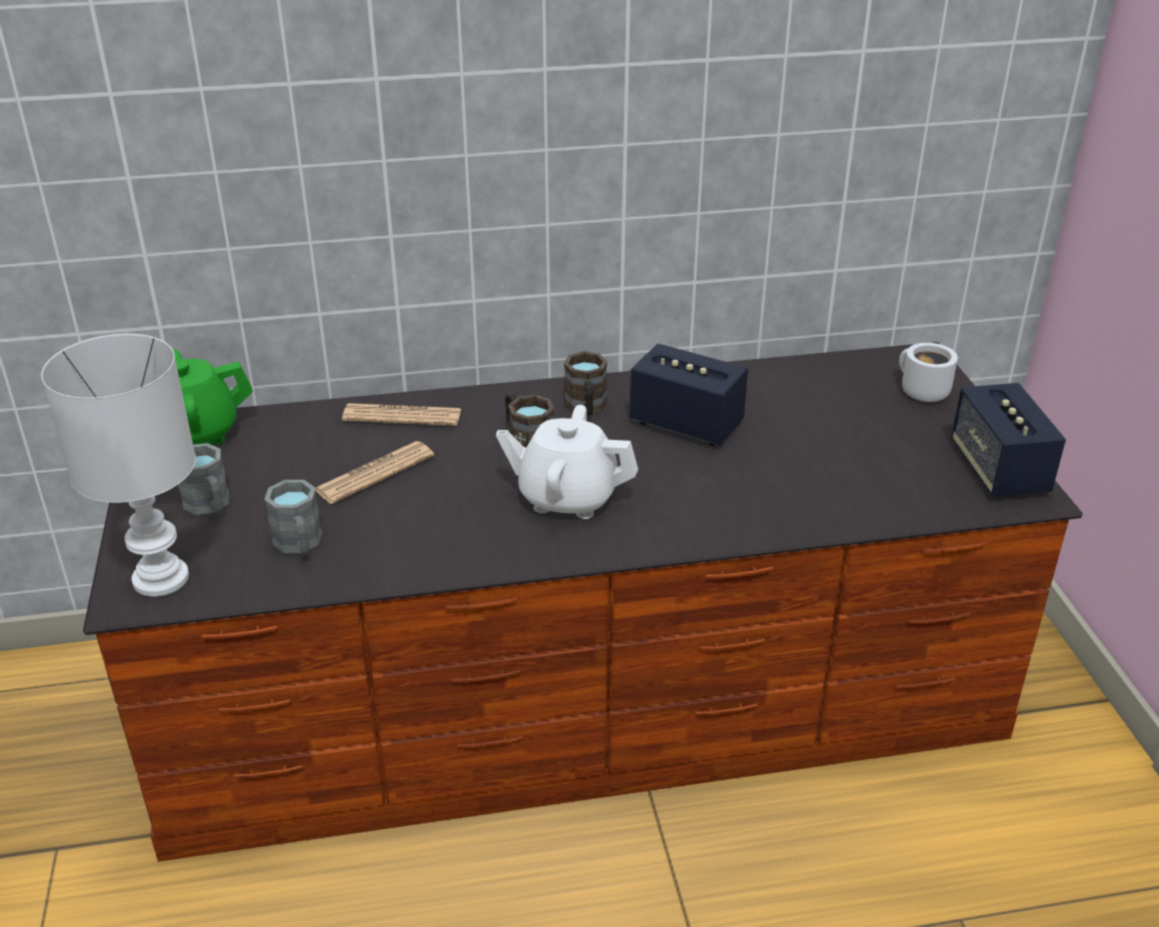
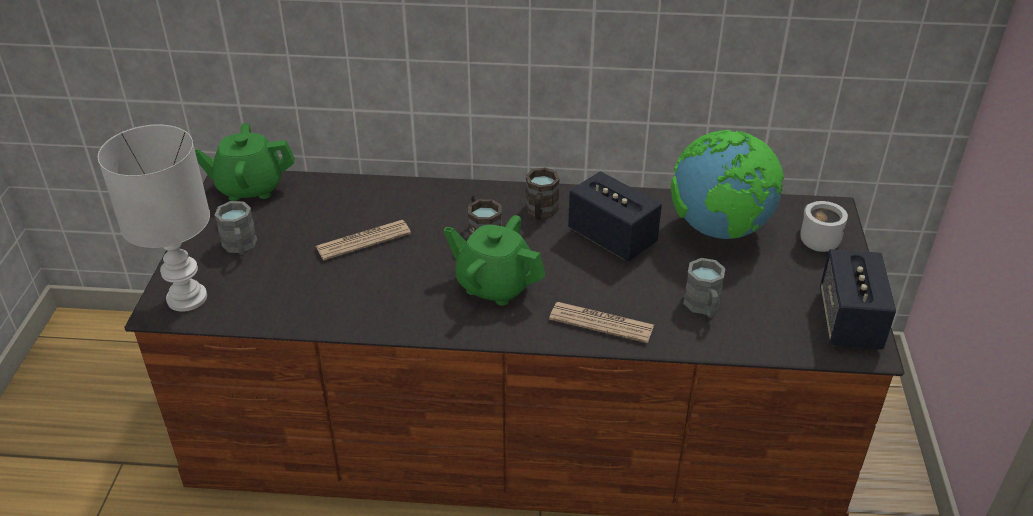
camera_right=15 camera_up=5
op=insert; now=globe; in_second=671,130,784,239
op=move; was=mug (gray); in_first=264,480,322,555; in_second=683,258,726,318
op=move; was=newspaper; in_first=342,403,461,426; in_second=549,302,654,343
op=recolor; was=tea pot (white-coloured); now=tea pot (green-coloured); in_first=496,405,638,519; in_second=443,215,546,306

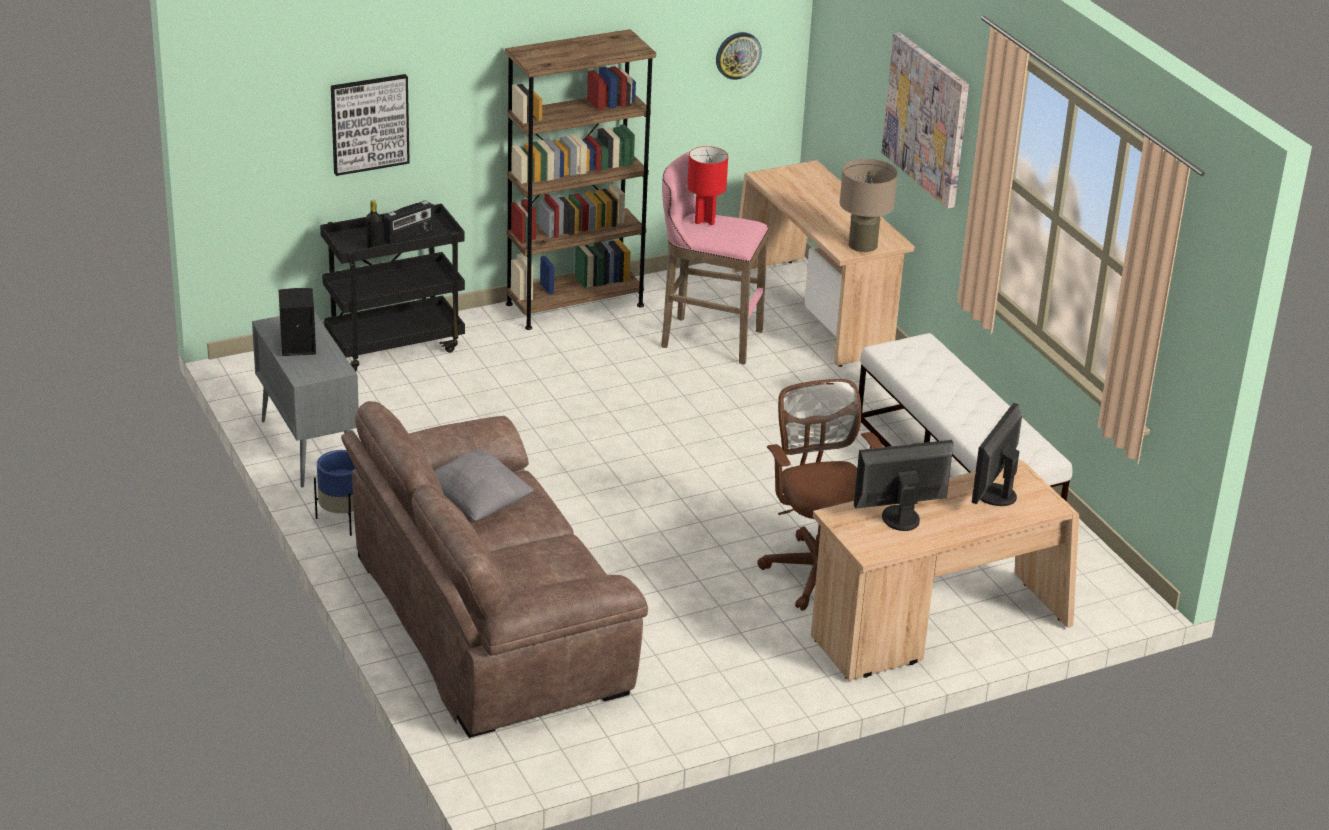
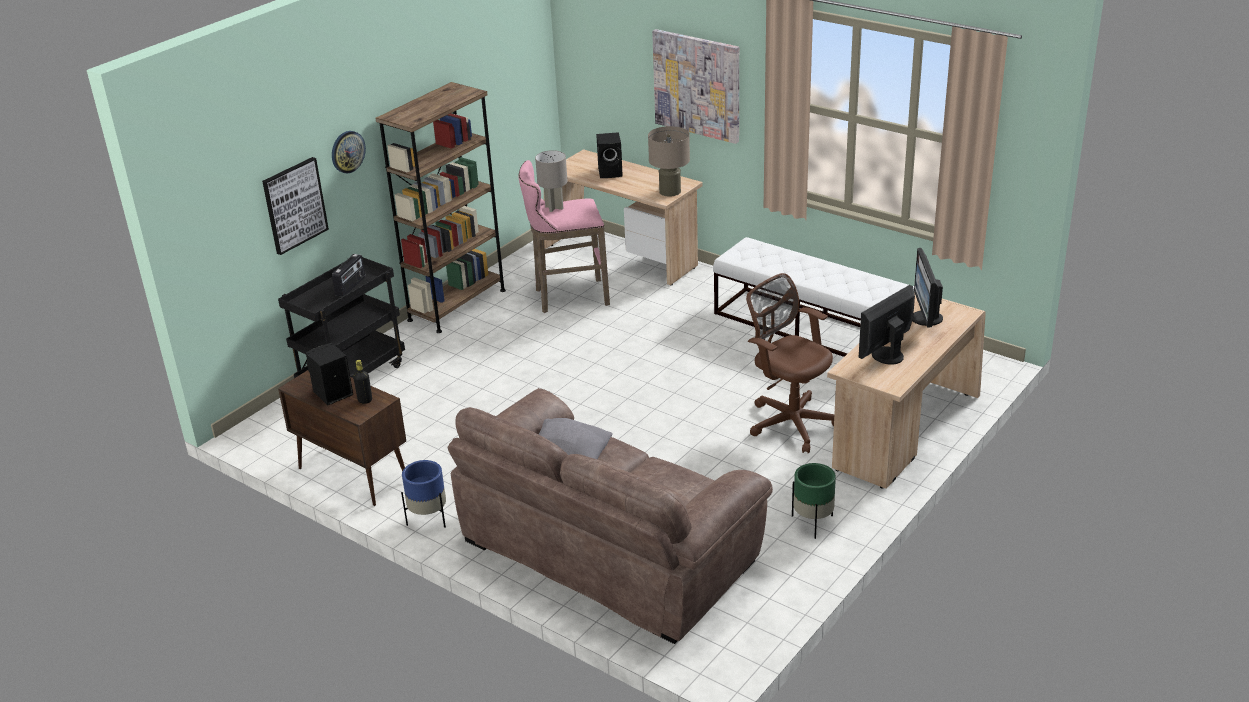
camera_right=-25 camera_up=0
op=insert; now=speaker (blackish); in_second=596,132,623,178
op=insert; now=planter (green-coloured); in_second=792,463,836,539
op=move; was=beverage bottle (blackish); in_first=366,200,382,248; in_second=353,360,372,404
op=move; was=hanging clock; in_first=716,32,762,80; in_second=332,131,366,173
op=recolor; was=storage cabinet (gray); now=storage cabinet (brown-coloured); in_first=252,311,359,488; in_second=278,370,406,506
op=recolor; was=tabletop lamp (reddish); now=tabletop lamp (gray); in_first=687,146,728,225; in_second=535,150,567,212

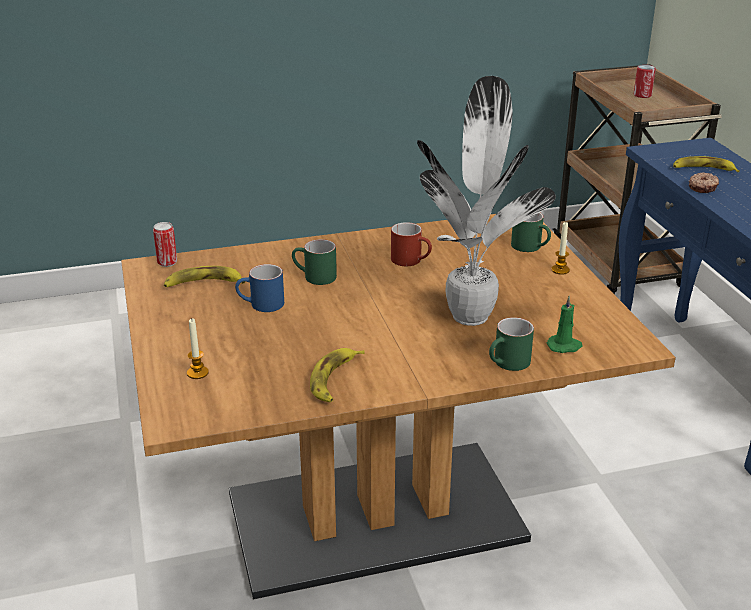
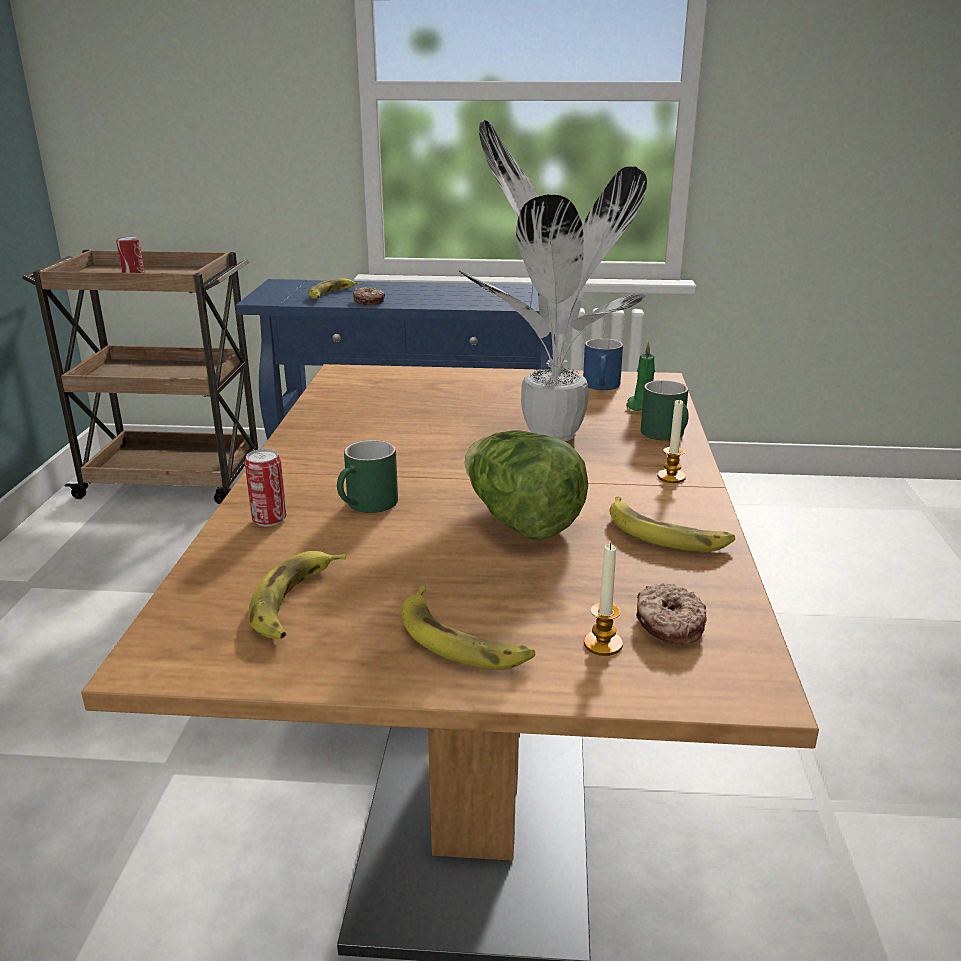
camera_right=-70 camera_up=-5
op=delete; was=mug (reddish); in_first=391,222,432,266
op=delete; was=mug (green-coloured); in_first=511,213,551,252
op=insert; now=banana fruit; in_second=401,587,535,670
op=insert; now=lettuce; in_second=465,430,588,541
op=insert; now=doughnut; in_second=636,584,707,645
op=move; was=metal can; in_first=153,222,177,267; in_second=245,449,287,526
op=move; was=mug (bluish); in_first=235,264,284,312; in_second=583,338,623,390
op=move; was=wax light; in_first=551,222,570,275; in_second=657,399,686,483

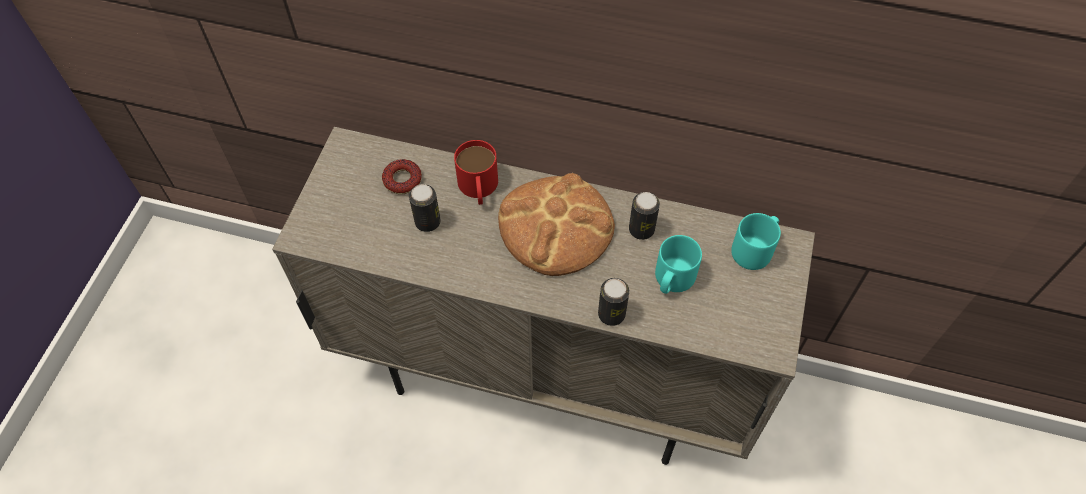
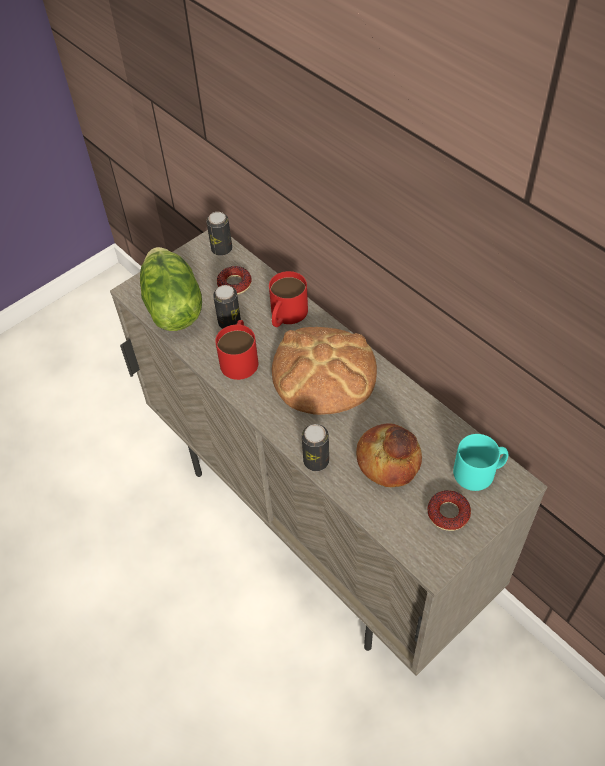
camera_right=35 camera_up=-5
op=insert; now=lettuce; in_second=140,247,202,331
op=insert; now=mug (reddish); in_second=215,320,258,380
op=insert; now=doughnut; in_second=427,490,471,531
op=move; was=metal can; in_first=629,192,660,240; in_second=206,212,232,256
op=replace; was=mug (blue-green); now=baked bread; in_first=655,235,702,294; in_second=356,423,422,487

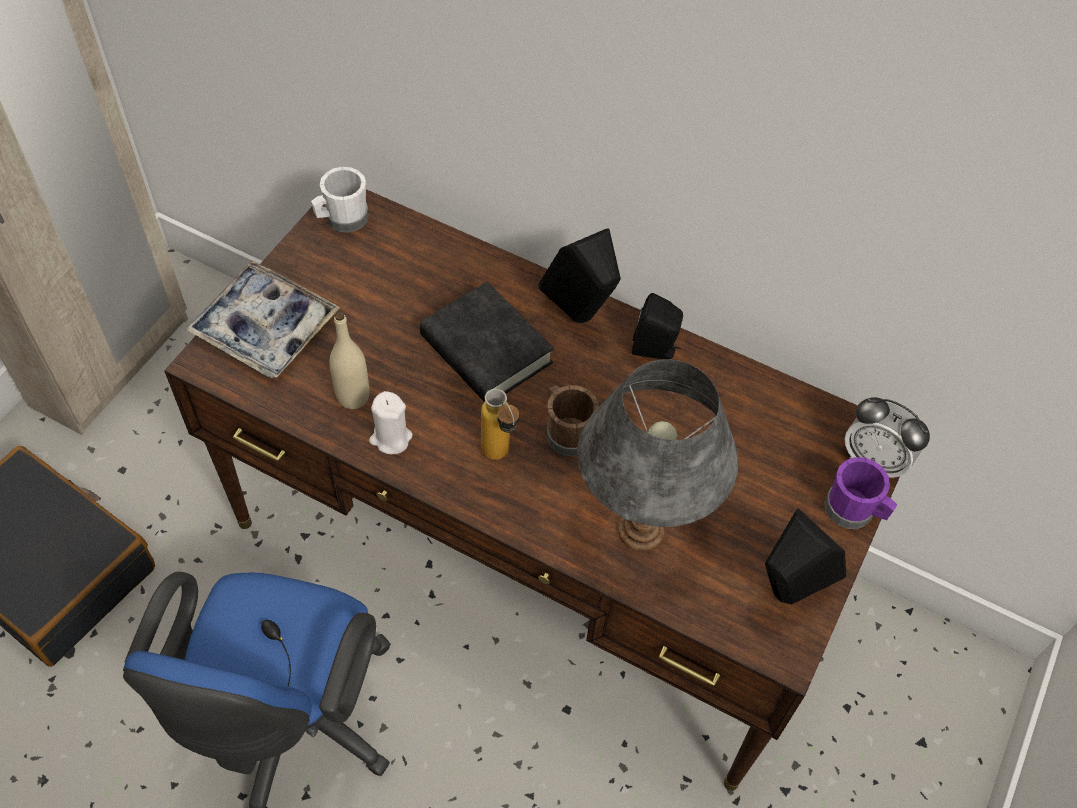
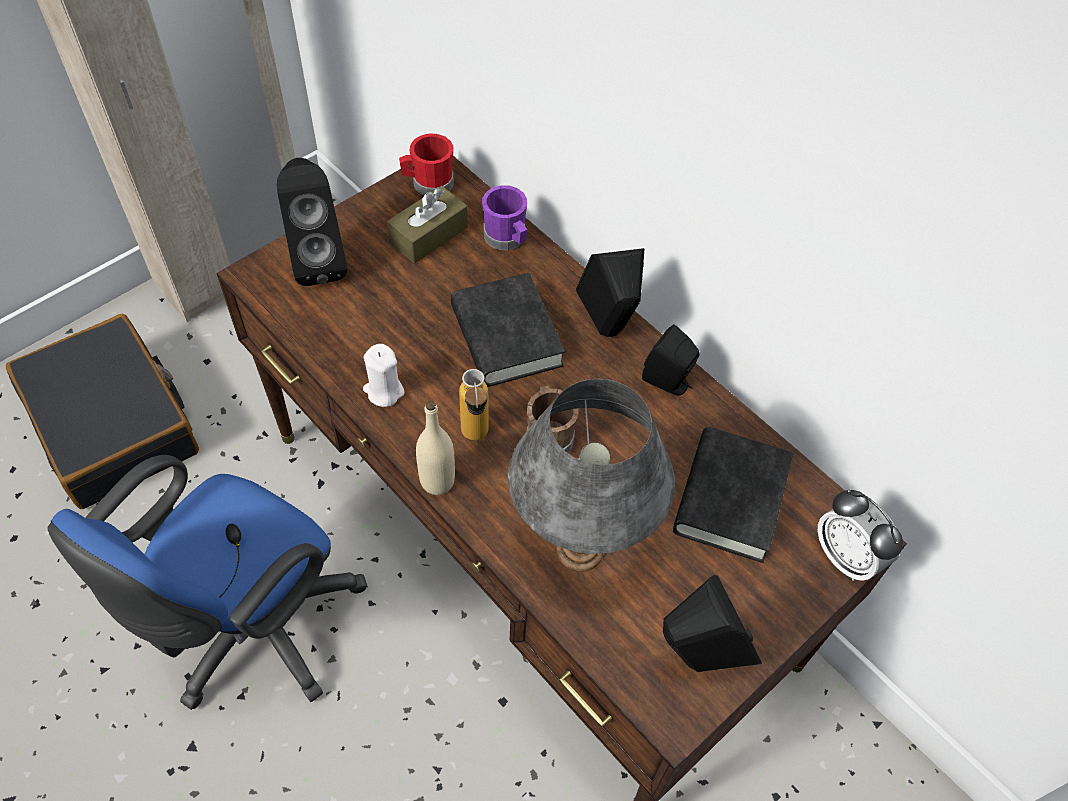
camera_right=20 camera_up=0
op=insert; now=box of tissues (brown-coloured); in_second=387,186,468,264
op=insert; now=volume (blackish); in_second=673,427,793,563
op=move; was=beverage bottle (beige-coloured); in_first=329,312,369,409; in_second=416,401,455,495
op=move; was=mug (purple); in_first=824,457,897,529; in_second=482,185,527,250
op=replace; was=serving tray; now=speaker (blackish); in_first=185,262,340,378; in_second=277,158,347,286
op=recolor; was=mug (white-coloured); now=mug (reddish); in_first=311,167,369,233; in_second=399,133,454,195

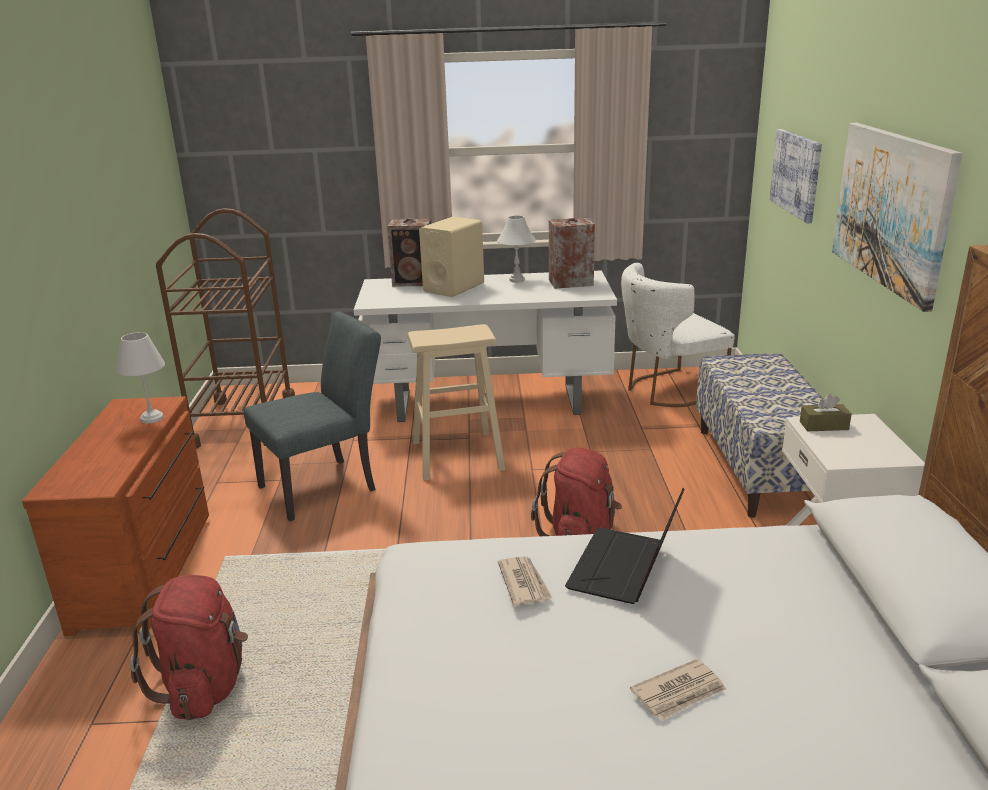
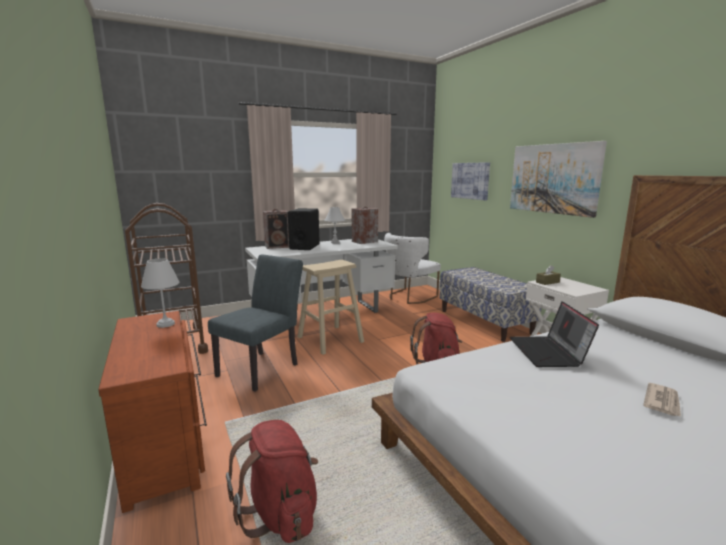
camera_right=-25 camera_up=-10
op=delete; was=newspaper; in_first=498,556,552,606
op=recolor; was=speaker (beige-coloured); now=speaker (blackish); in_first=419,217,484,297; in_second=288,208,320,250

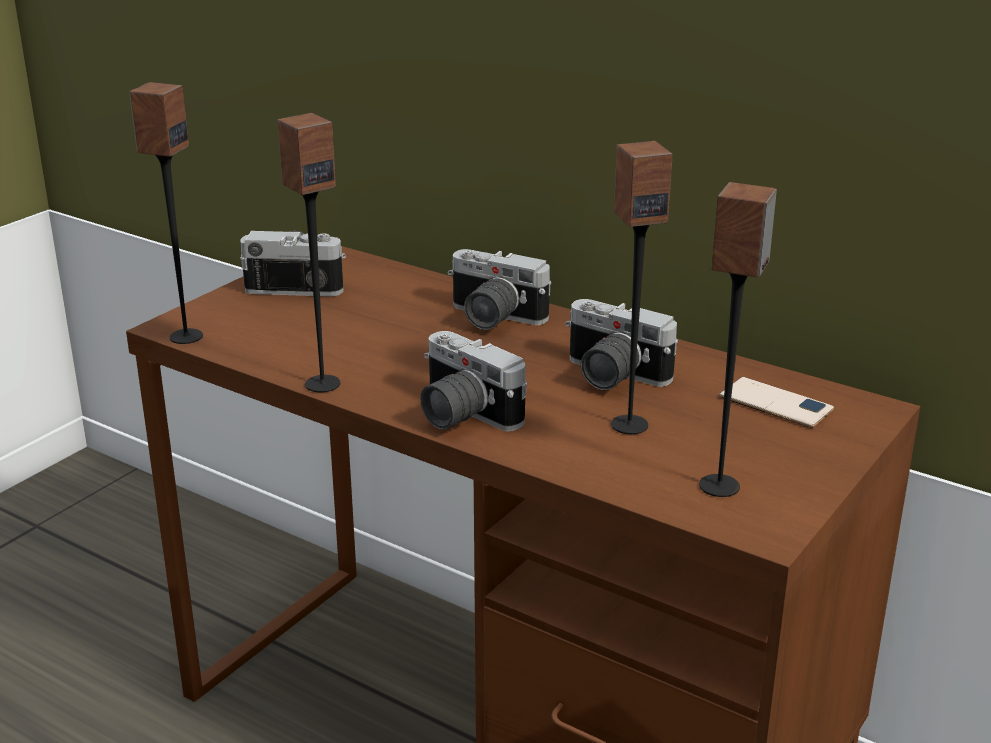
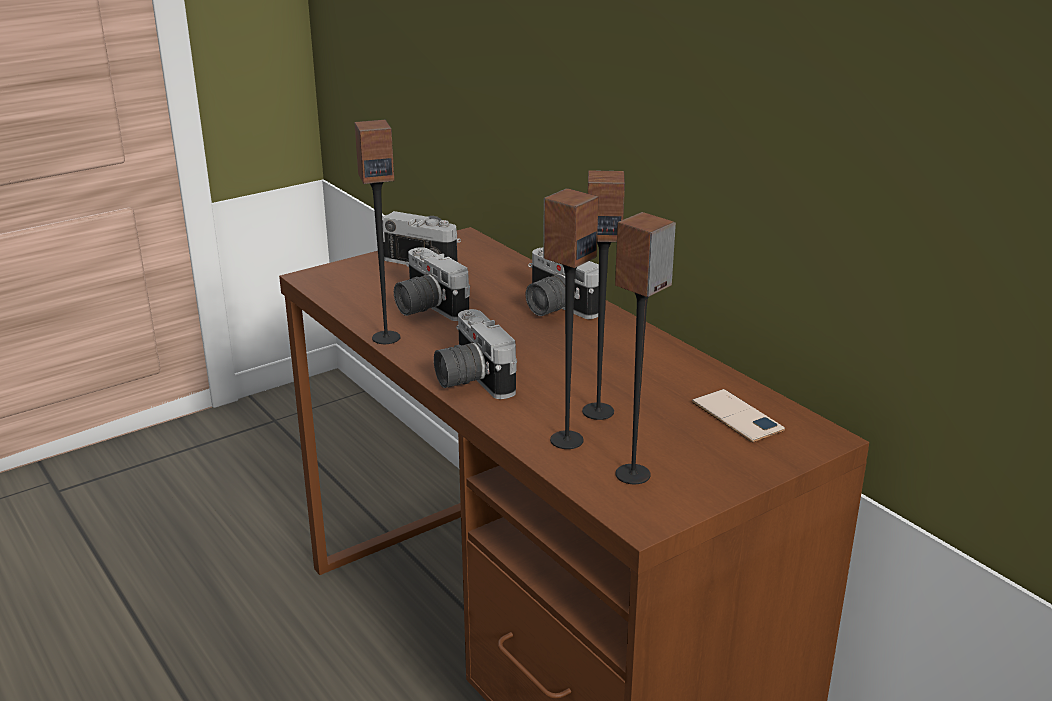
camera_right=20 camera_up=0
op=move; was=speaker; in_first=129,82,203,344; in_second=543,188,598,449
op=move; was=still camera; in_first=565,299,678,390; in_second=394,247,470,321

